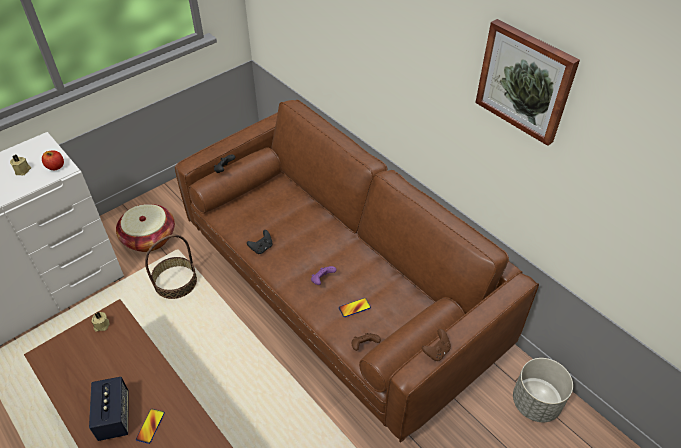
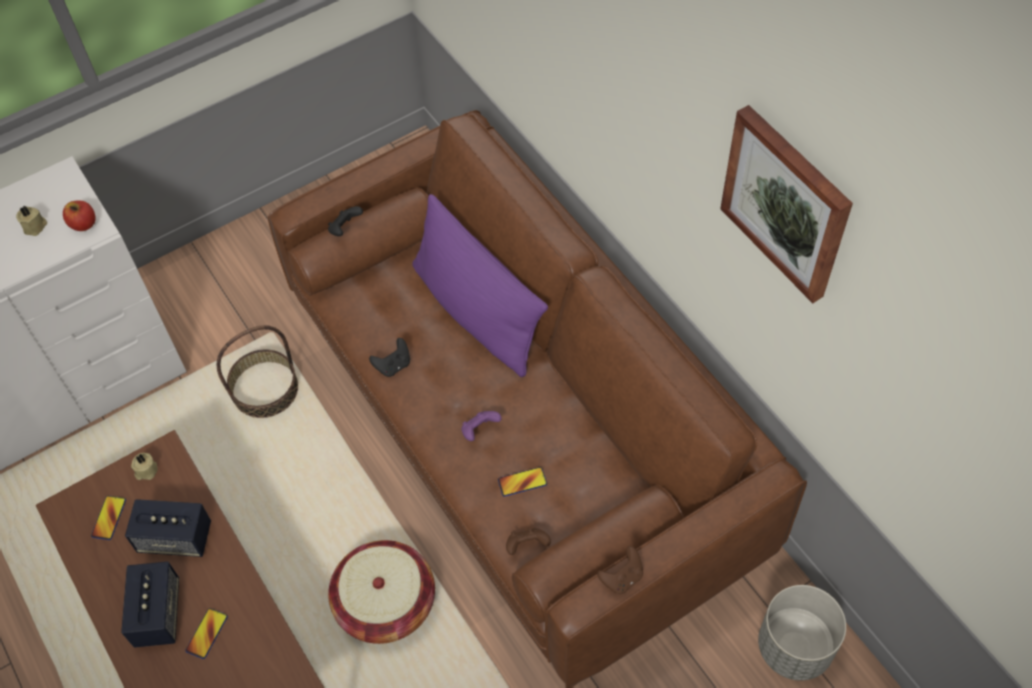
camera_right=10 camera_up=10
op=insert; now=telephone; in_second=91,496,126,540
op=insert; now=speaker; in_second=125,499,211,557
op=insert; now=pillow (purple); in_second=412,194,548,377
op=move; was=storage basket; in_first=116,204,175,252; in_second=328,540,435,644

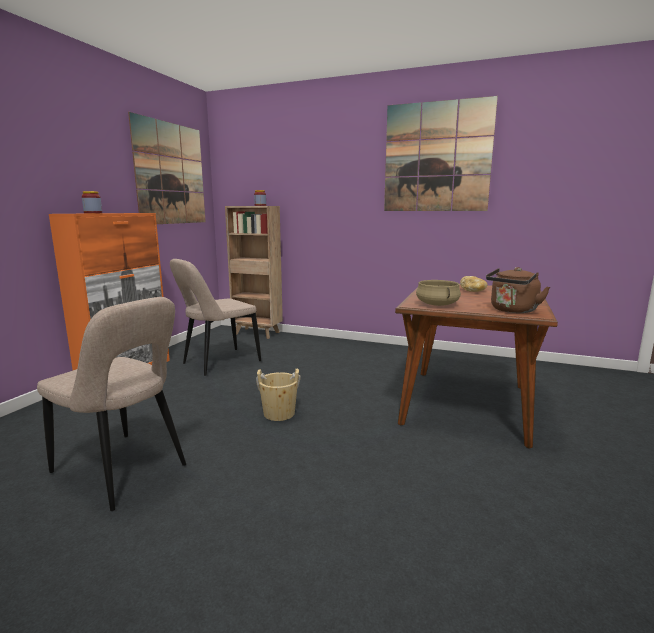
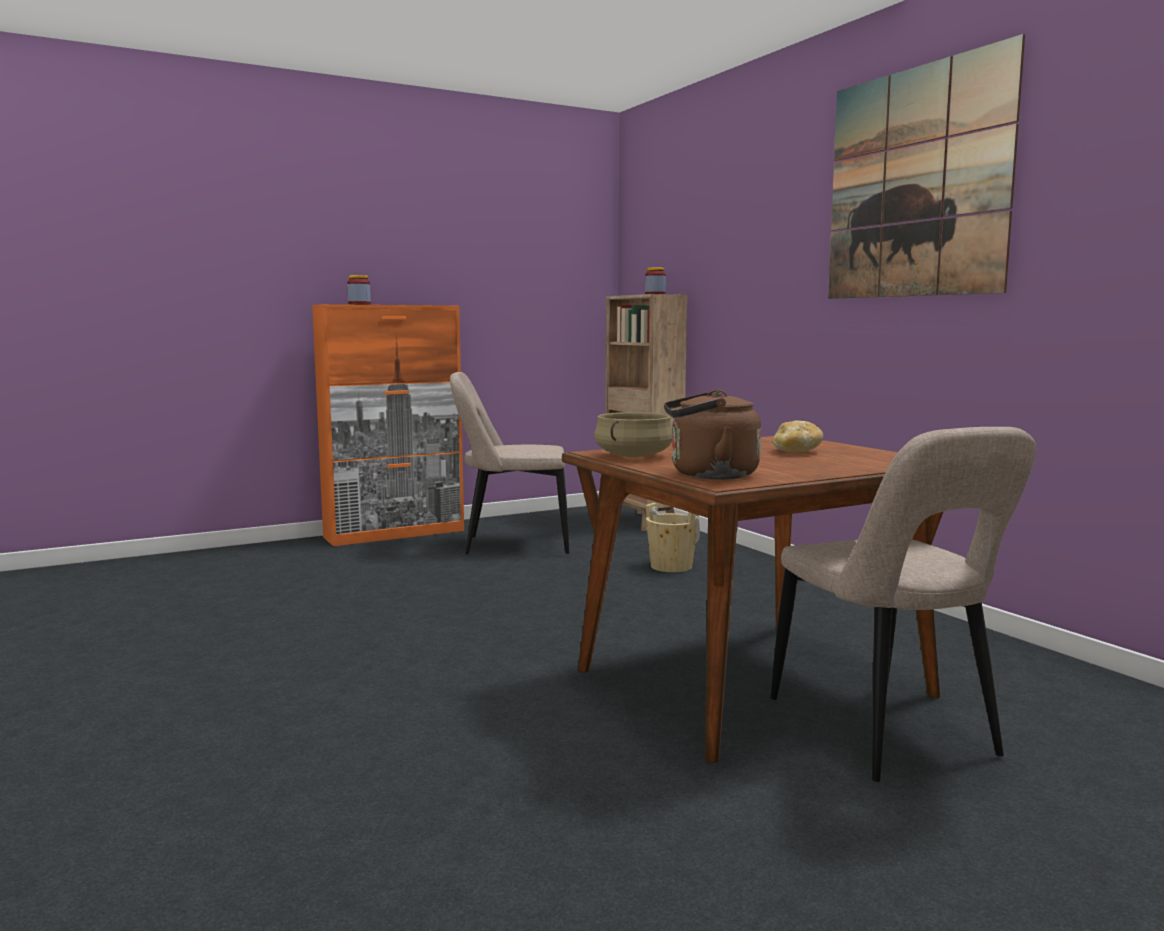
camera_right=40 camera_up=-5
op=delete; was=picture; in_first=128,112,206,224
op=move; was=plain chair (beige-coloured); in_first=37,297,186,511; in_second=771,427,1036,782
op=move; was=pail (beige-coloured); in_first=256,369,301,421; in_second=646,503,700,572

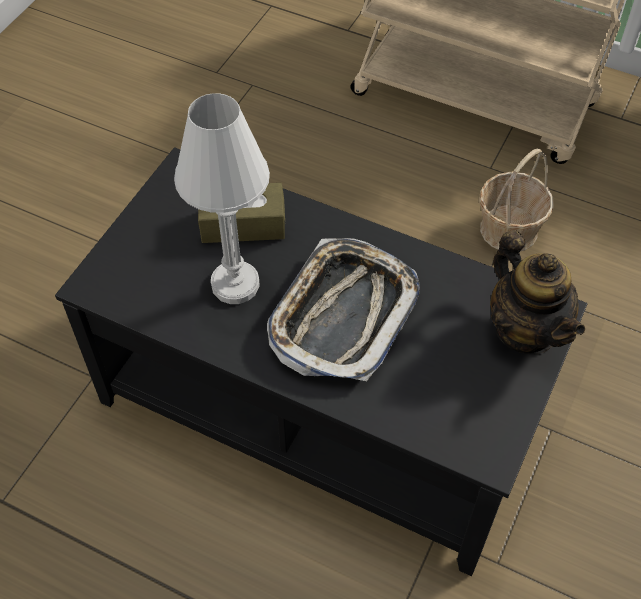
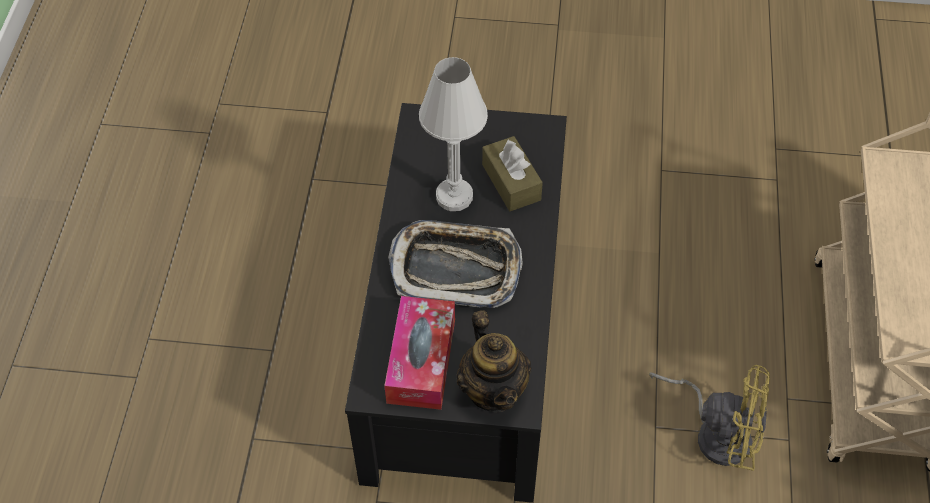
camera_right=70 camera_up=0
op=insert; now=box of tissues; in_second=384,296,455,410
op=replace; was=storage basket; now=electric fan (yellow-coloured); in_first=479,148,554,251; in_second=649,365,770,471
op=rotate; was=tea pot; in_first=490,230,585,354; in_second=457,310,531,413; clockwise=-60

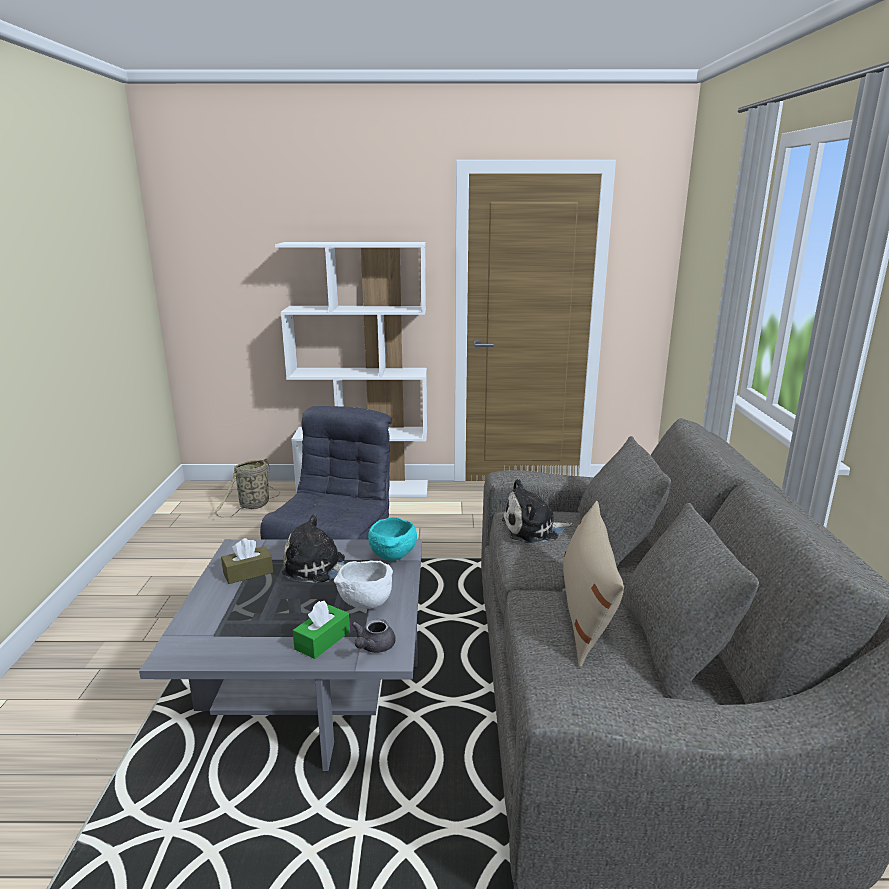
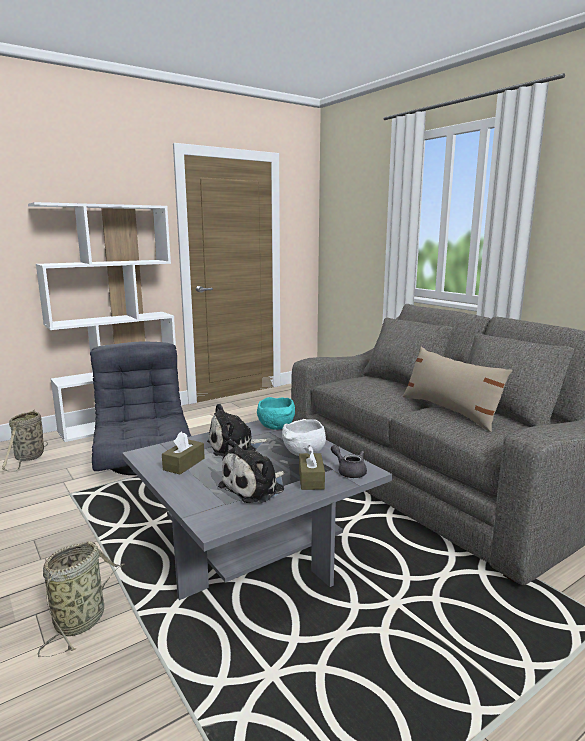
camera_right=-35 camera_up=-5
op=insert; now=storage basket; in_second=38,541,124,657
op=move; was=plush toy; in_first=502,479,573,543; in_second=218,439,284,503
op=recolor; was=box of tissues (green-coloured); now=box of tissues (brown-coloured); in_first=293,601,350,659; in_second=299,445,325,490
op=rotate; was=tea pot (gray); in_first=352,619,396,653; in_second=331,445,367,478; clockwise=150

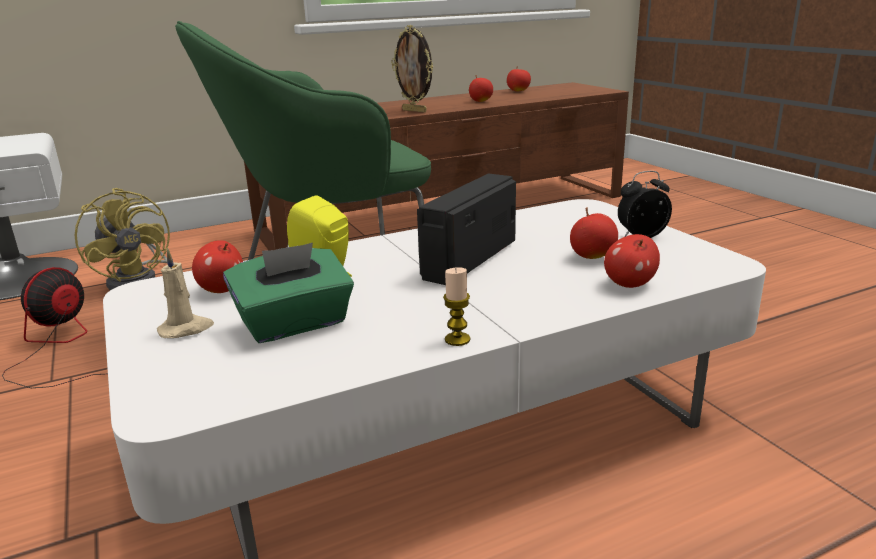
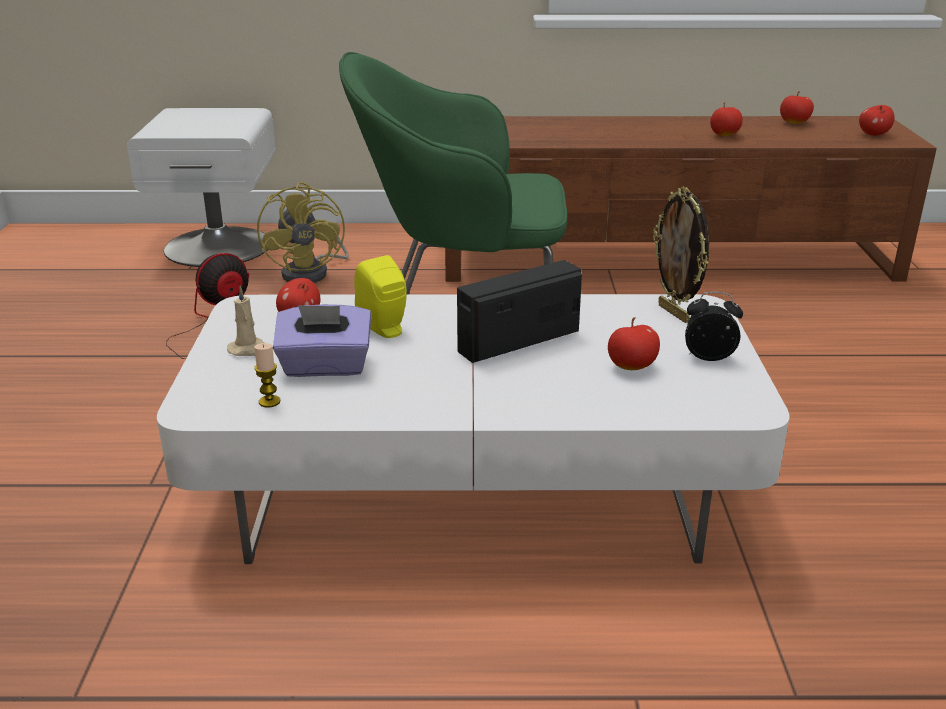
camera_right=25 camera_up=5
op=move; was=standing frame; in_first=391,25,434,112; in_second=653,187,709,323
op=move; was=wax light; in_first=443,267,470,346; in_second=254,343,280,408
op=move; was=apple fruit; in_first=604,234,660,288; in_second=859,105,895,136
op=recolor; was=box of tissues (green-coloured); now=box of tissues (purple); in_first=223,243,354,343; in_second=273,304,371,377

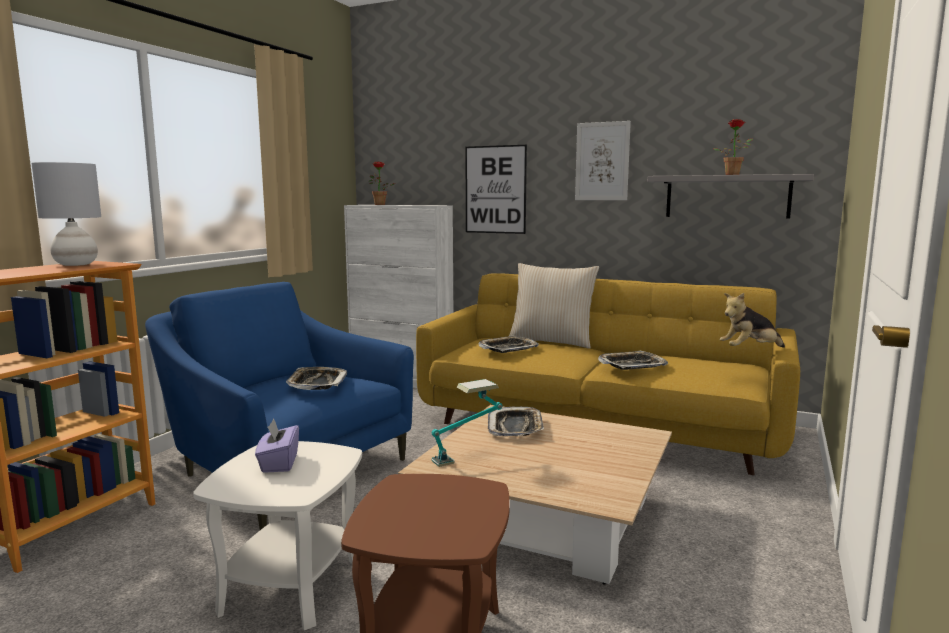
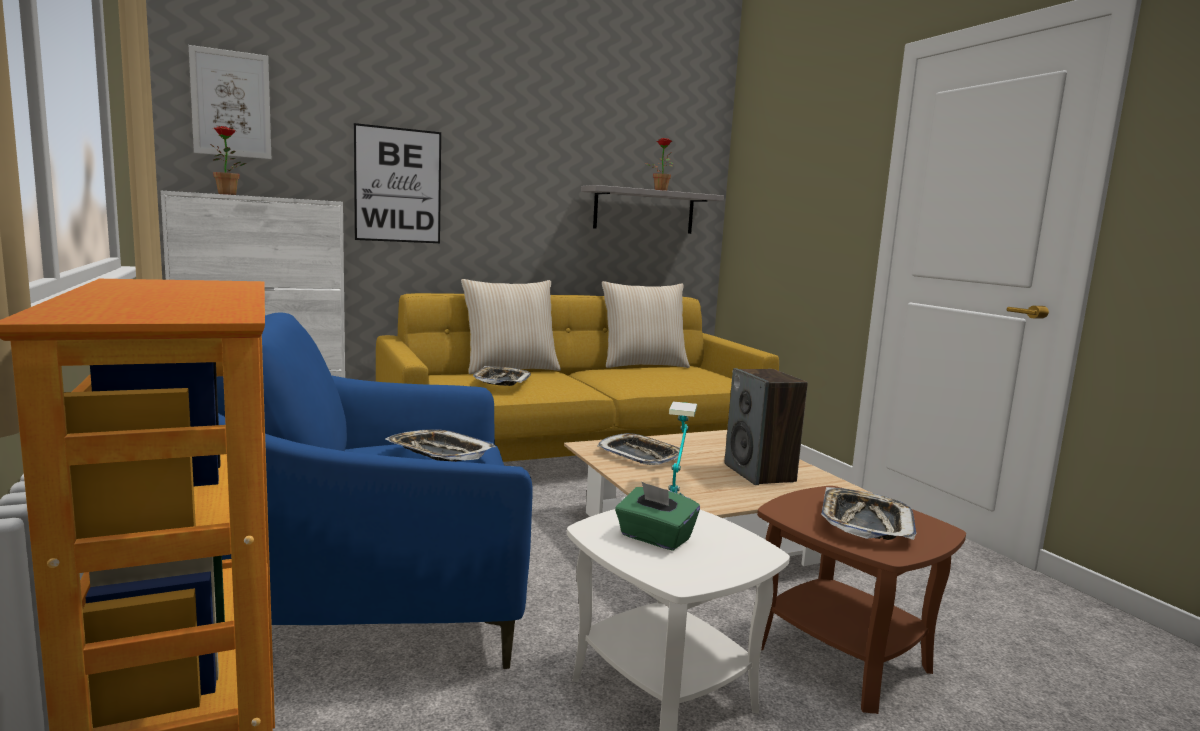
camera_right=-50 camera_up=0
op=delete; was=tabletop lamp (gray); in_first=31,162,101,266
op=delete; was=plush toy; in_first=720,293,785,348
op=insert; now=pillow (beige-coloured); in_second=602,281,690,368
op=insert; now=speaker; in_second=724,368,808,485
op=move; was=picture; in_first=575,121,631,200; in_second=189,45,271,160
op=move; was=serving tray; in_first=598,351,668,370; in_second=821,487,916,540
op=recolor; was=box of tissues (purple); now=box of tissues (green-coloured); in_first=255,419,299,473; in_second=615,481,700,551

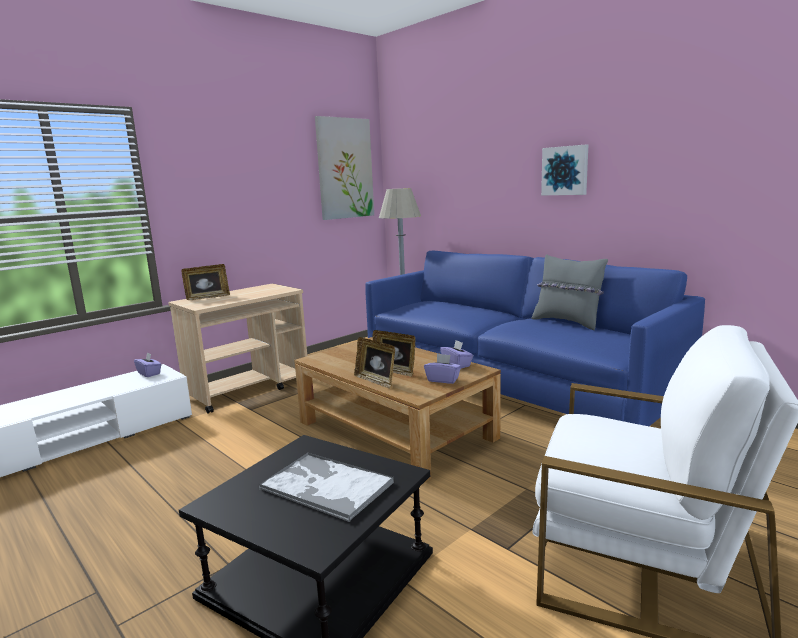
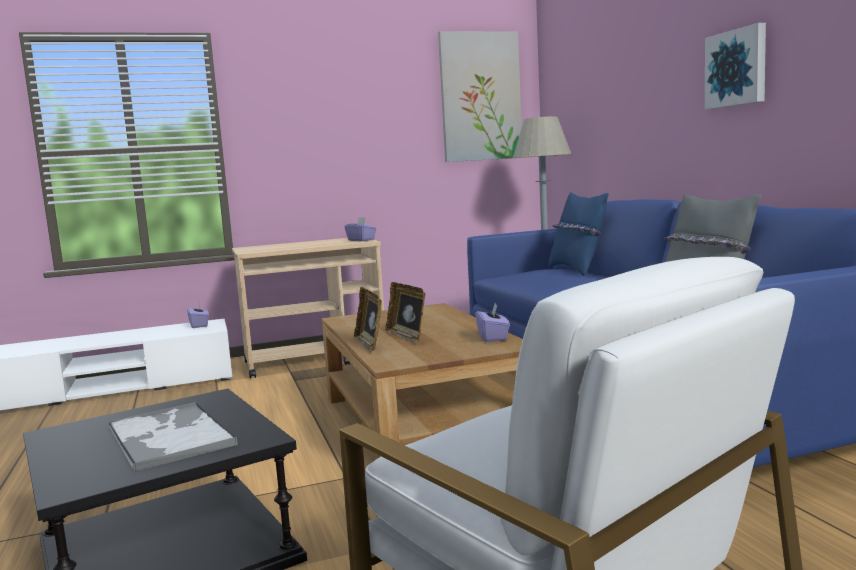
camera_right=25 camera_up=-5
op=delete; was=standing frame; in_first=182,264,230,300
op=insert; now=pillow (bluish); in_second=548,192,609,276
op=move; was=box of tissues (purple); in_first=424,354,461,384; in_second=345,217,376,241

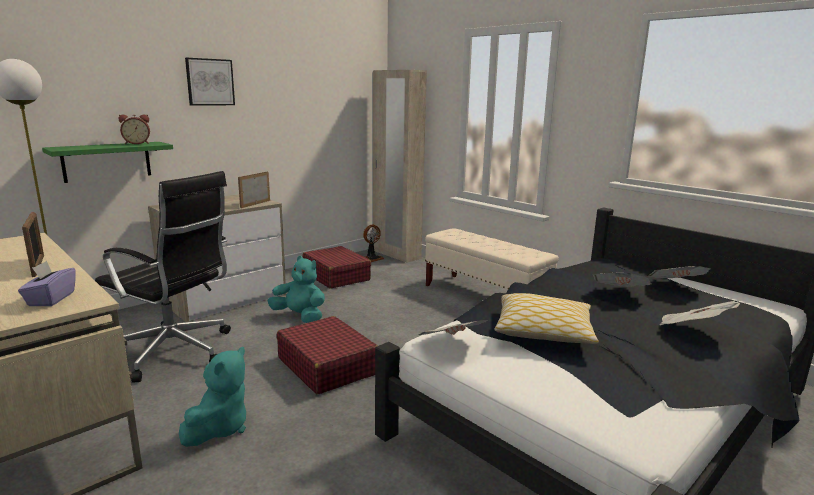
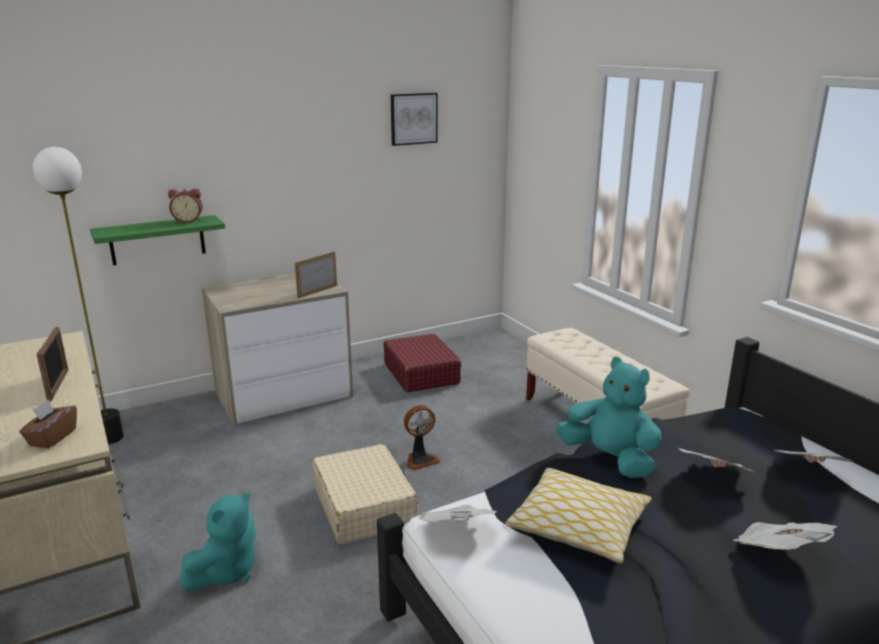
camera_right=15 camera_up=5
op=delete; was=computer chair (blackish); in_first=95,171,231,383
op=delete; was=clothes cupboard (beige-coloured); in_first=373,70,427,263
op=move; was=picture; in_first=185,58,235,106; in_second=391,93,438,146
op=move; was=plush toy (blue-green); in_first=268,256,325,323; in_second=556,357,662,478
op=move; was=electric fan; in_first=363,225,384,262; in_second=404,405,440,470
op=recolor; was=box of tissues (purple); now=box of tissues (brown-coloured); in_first=18,261,76,306; in_second=19,400,77,448
op=recolor; was=suitcase (reddish); now=suitcase (beige-coloured); in_first=277,316,378,394; in_second=312,444,418,544

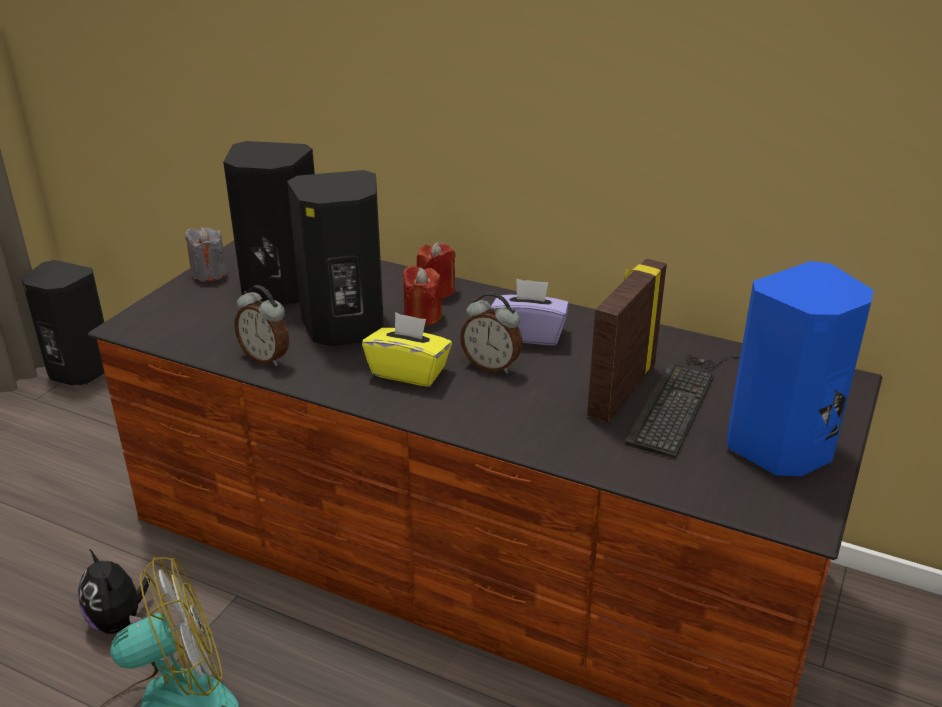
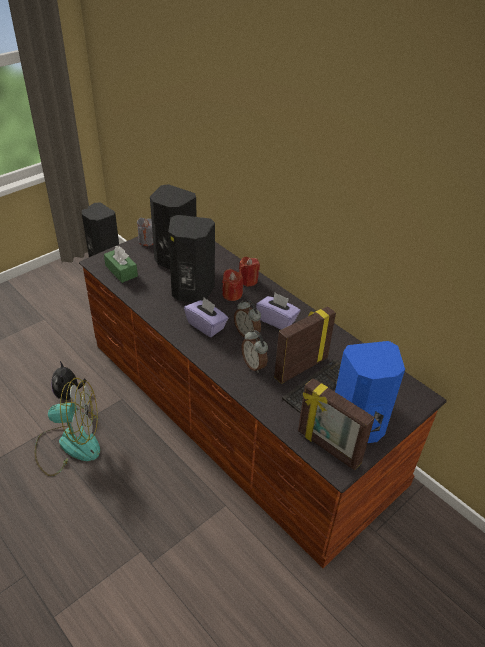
camera_right=20 camera_up=10
op=insert; now=box of tissues (green-coloured); in_second=104,246,138,283
op=insert; now=standing frame; in_second=298,378,375,470
op=move; was=table clock; in_first=234,285,289,366; in_second=241,330,268,373
op=recolor; was=box of tissues (yellow-coloured); now=box of tissues (purple); in_first=362,312,452,387; in_second=184,297,228,337

